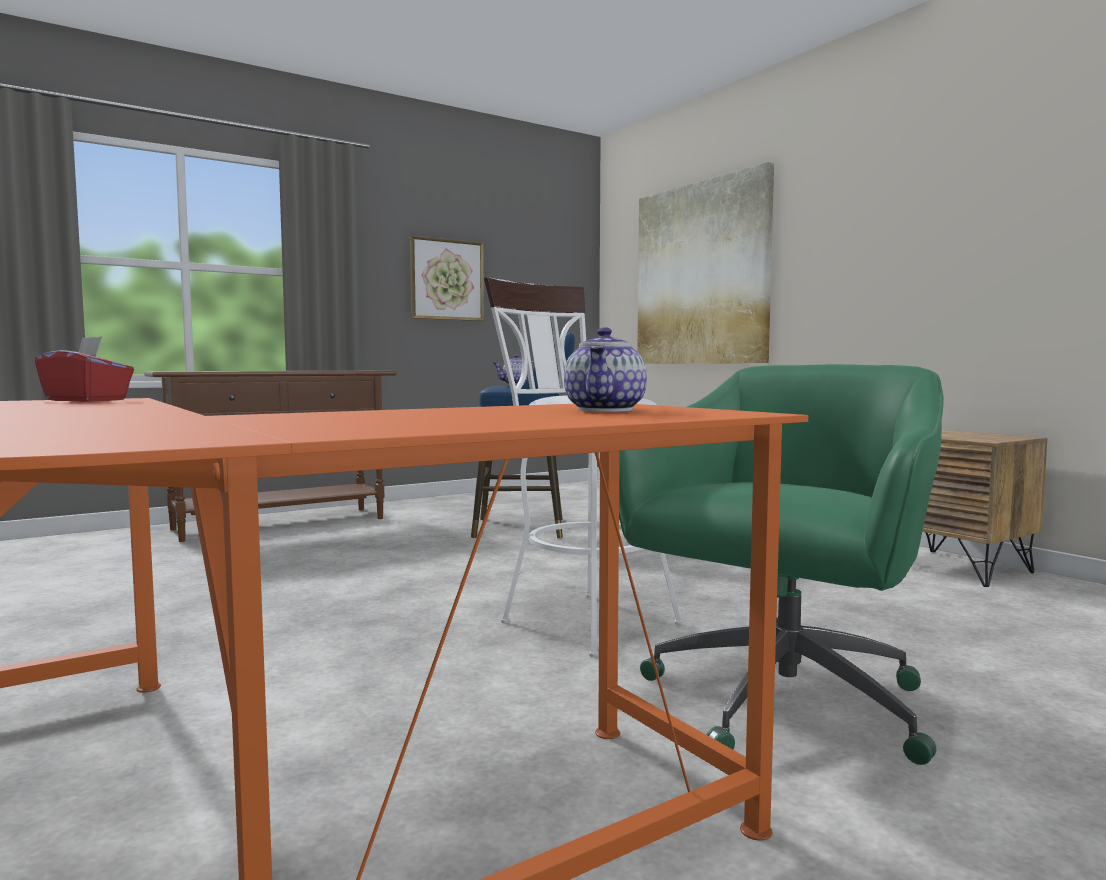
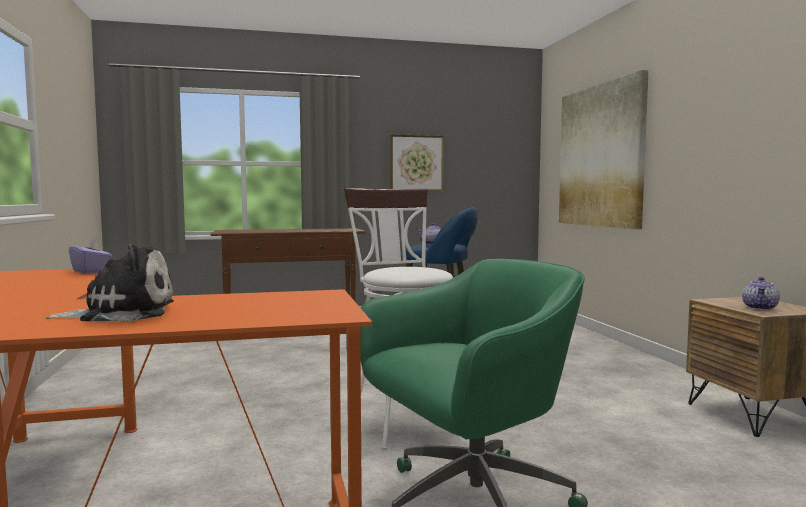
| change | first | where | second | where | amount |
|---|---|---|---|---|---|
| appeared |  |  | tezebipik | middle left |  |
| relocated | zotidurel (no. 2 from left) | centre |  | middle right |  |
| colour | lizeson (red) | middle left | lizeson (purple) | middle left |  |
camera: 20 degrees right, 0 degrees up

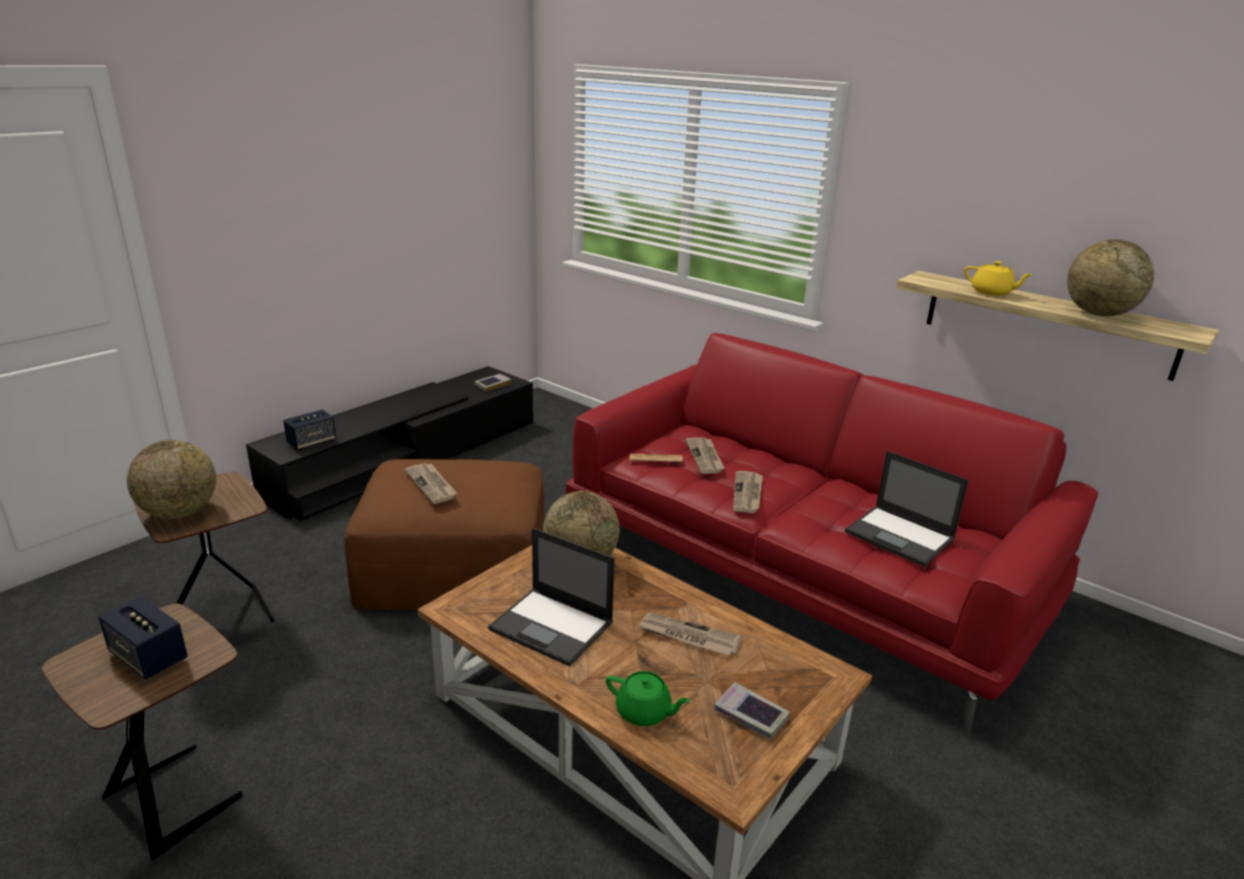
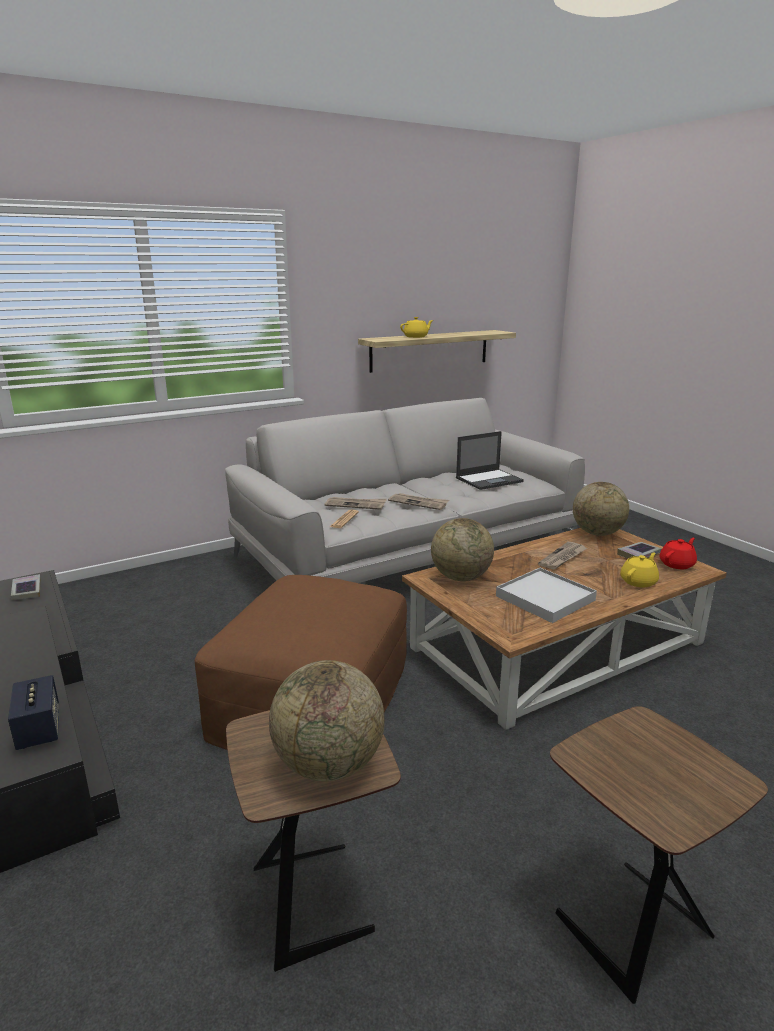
| change | first | where | second | where | amount |
|---|---|---|---|---|---|
| missing | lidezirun (no. 1 from left) | bottom left |  |  |  |
| missing | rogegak (no. 1 from left) | centre |  |  |  |
| appeared |  |  | zotidurel (red) | middle right |  |
| relocated | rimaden (no. 3 from left) | top right |  | middle right |  |
| exchanged | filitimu (no. 1 from left) | bottom centre | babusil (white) | middle right |  |
| colour | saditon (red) | middle right | saditon (grey) | centre |  |
| colour | zotidurel (green) | bottom centre | zotidurel (yellow) (no. 2 from left) | middle right |  |
camera: 70 degrees left, 5 degrees down

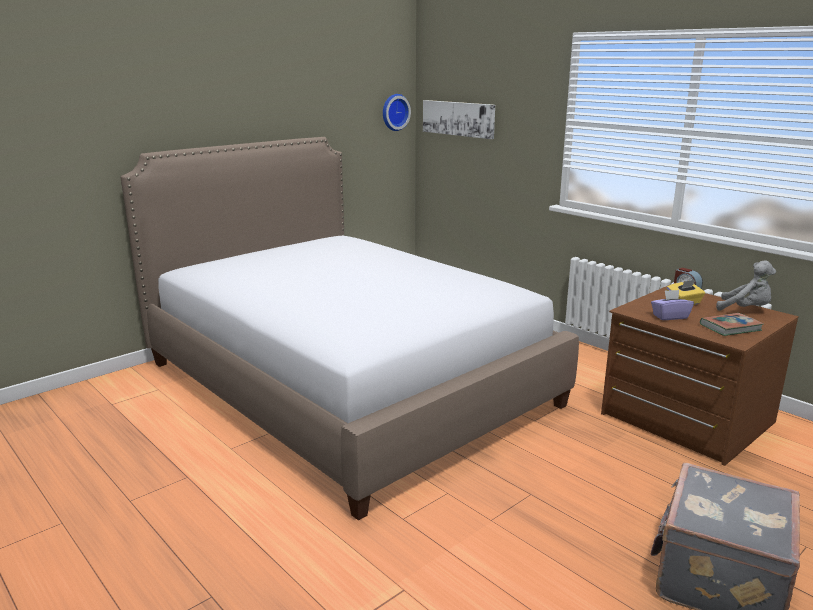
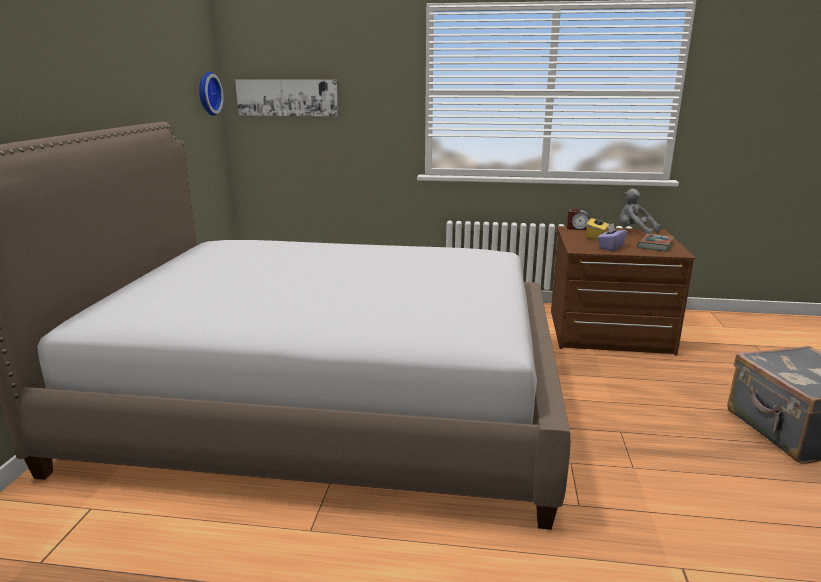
| change | first | where | second | where | amount |
|---|---|---|---|---|---|
| spun | tezebipik (grey) | middle right |  | middle right | 135 degrees counterclockwise |
camera: 40 degrees left, 0 degrees up

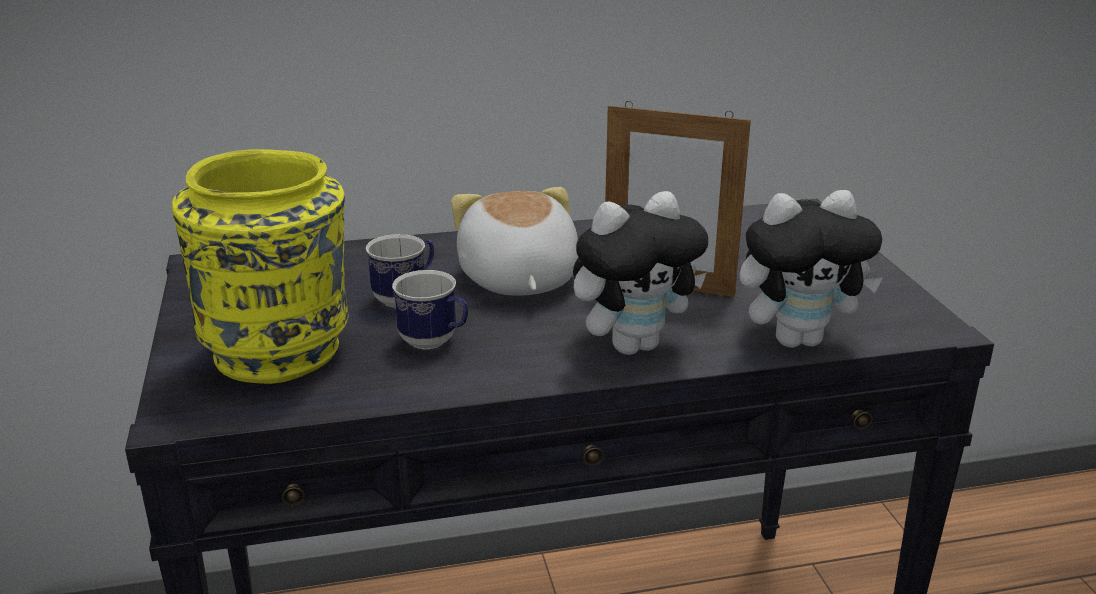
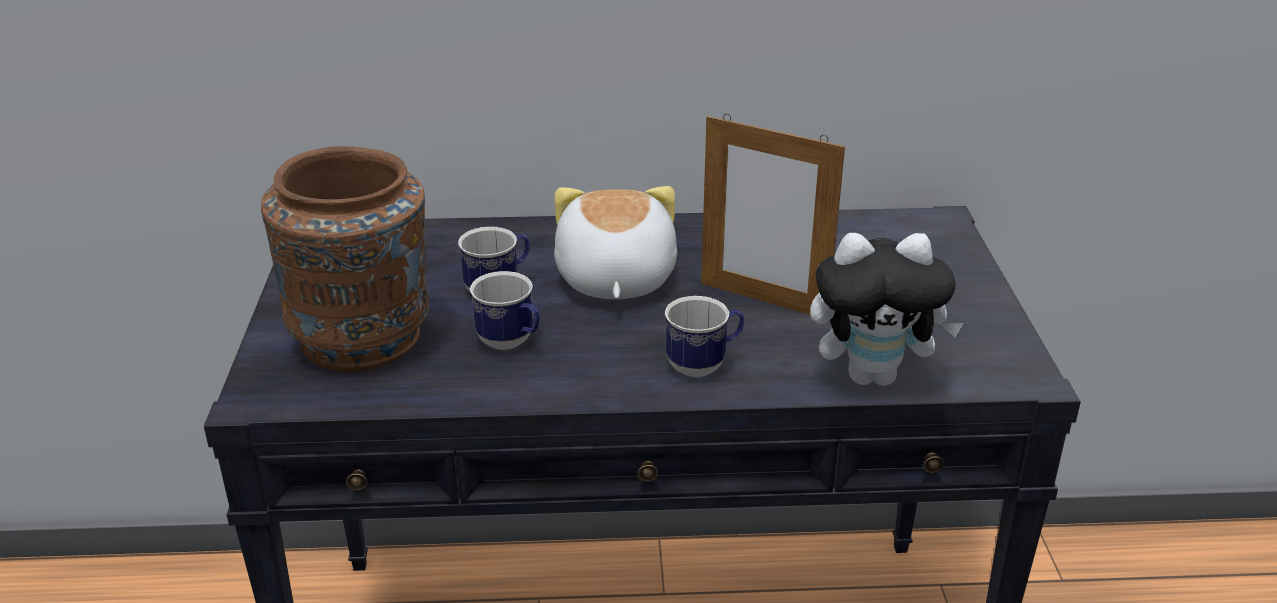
| change | first | where | second | where | amount |
|---|---|---|---|---|---|
| exchanged | tezebipik (no. 2 from left) | centre | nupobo (no. 3 from left) | centre |  |
| colour | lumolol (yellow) | middle left | lumolol (brown) | middle left |  |
camera: 10 degrees right, 5 degrees up

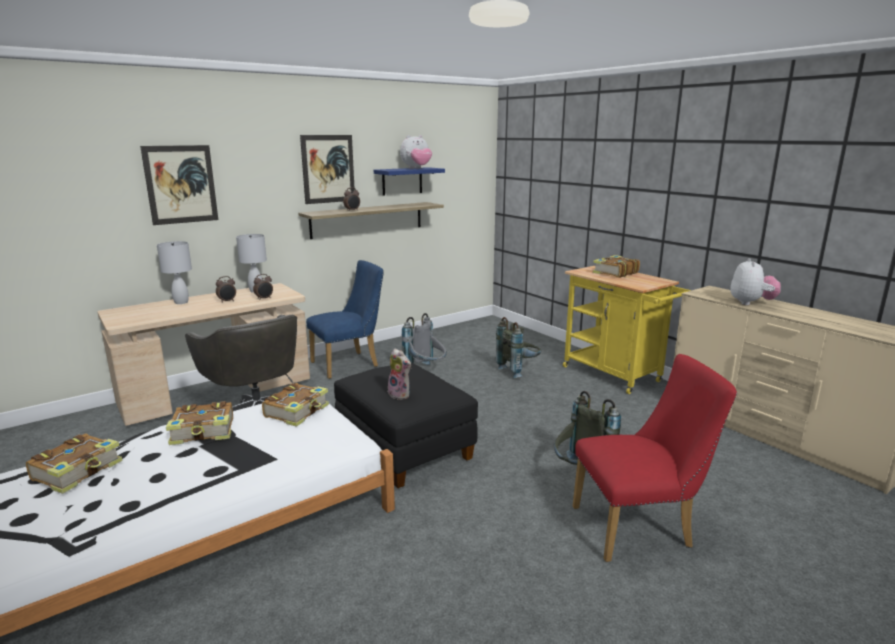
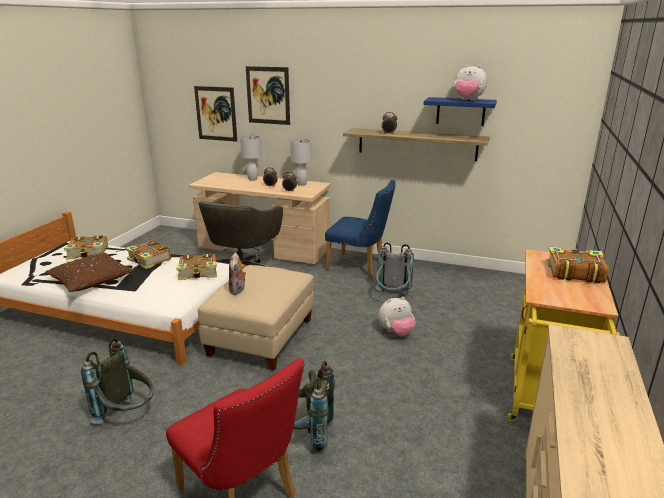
| change | first | where | second | where | amount |
|---|---|---|---|---|---|
| appeared |  |  | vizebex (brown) | middle left |  |
| relocated | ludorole (no. 2 from left in the first image) | top centre | ludorole (no. 1 from left) | top left |  |
| relocated | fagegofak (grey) (no. 2 from left in the first image) | centre | fagegofak (grey) (no. 1 from left) | bottom left |  |
| relocated | tezebipik (no. 3 from left in the first image) | middle right | tezebipik (no. 2 from left) | centre |  |
| colour | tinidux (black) | centre | tinidux (beige) | centre |  |
camera: 55 degrees right, 5 degrees up

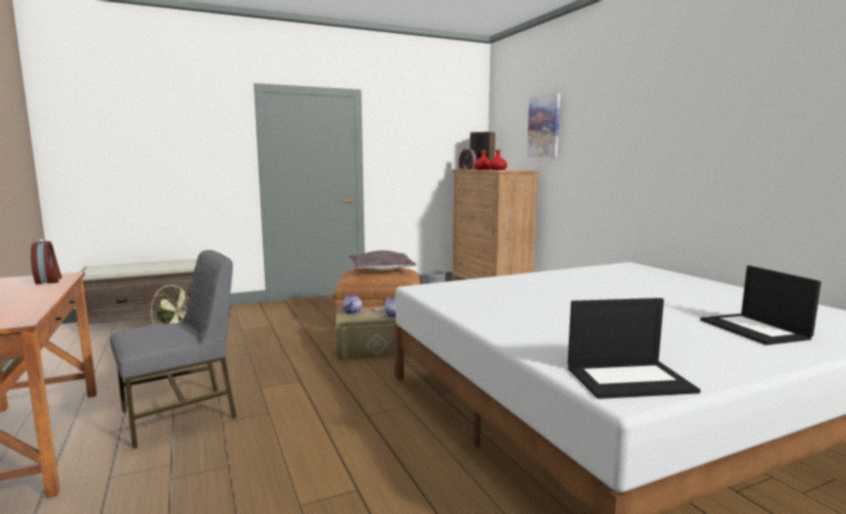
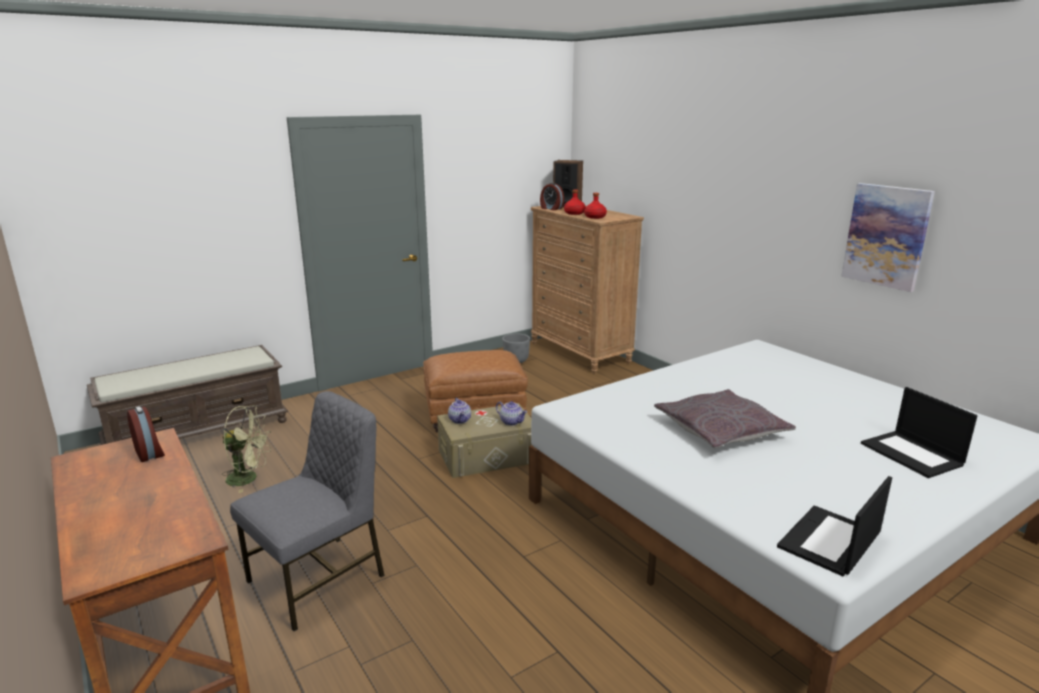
| change | first | where | second | where | amount |
|---|---|---|---|---|---|
| relocated | vizebex (grey) | centre |  | middle right |  |
| relocated | ludorole | top centre |  | middle right |  |
| spun | filitimu (no. 1 from left) | bottom right |  | bottom right | 150 degrees clockwise |
camera: 10 degrees left, 10 degrees up

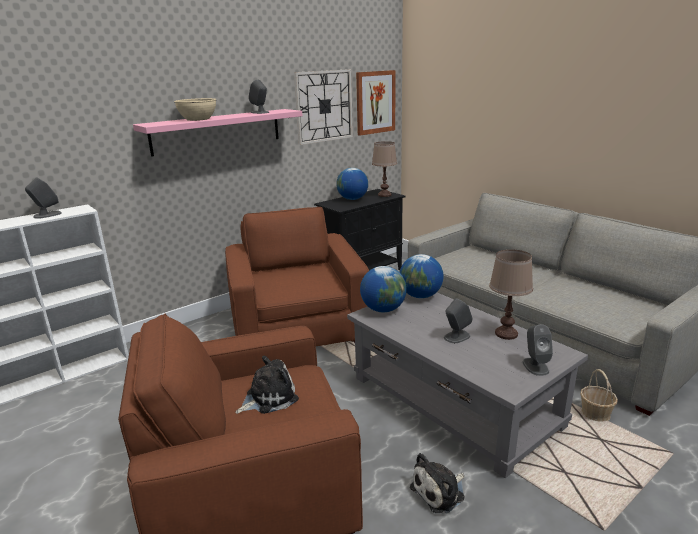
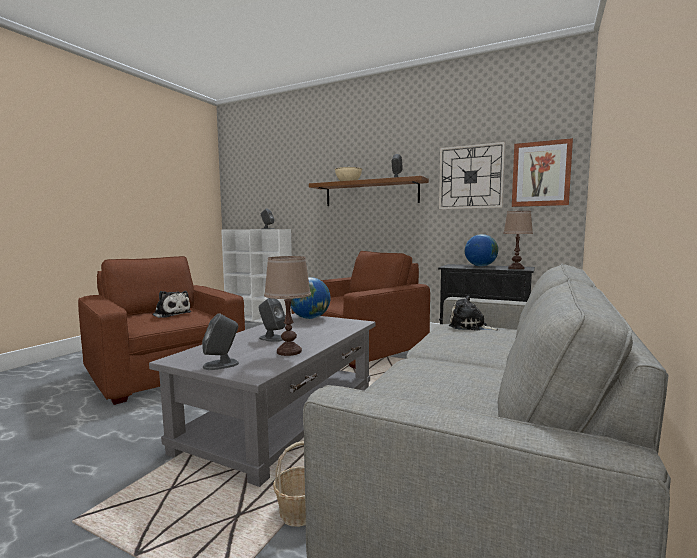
| change | first | where | second | where | amount |
|---|---|---|---|---|---|
| missing | rimaden (no. 3 from left) | centre |  |  |  |
| relocated | tezebipik (no. 2 from left) | bottom centre |  | middle right |  |
| colour | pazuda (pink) | top left | pazuda (brown) | centre |  |
camera: 65 degrees right, 15 degrees down

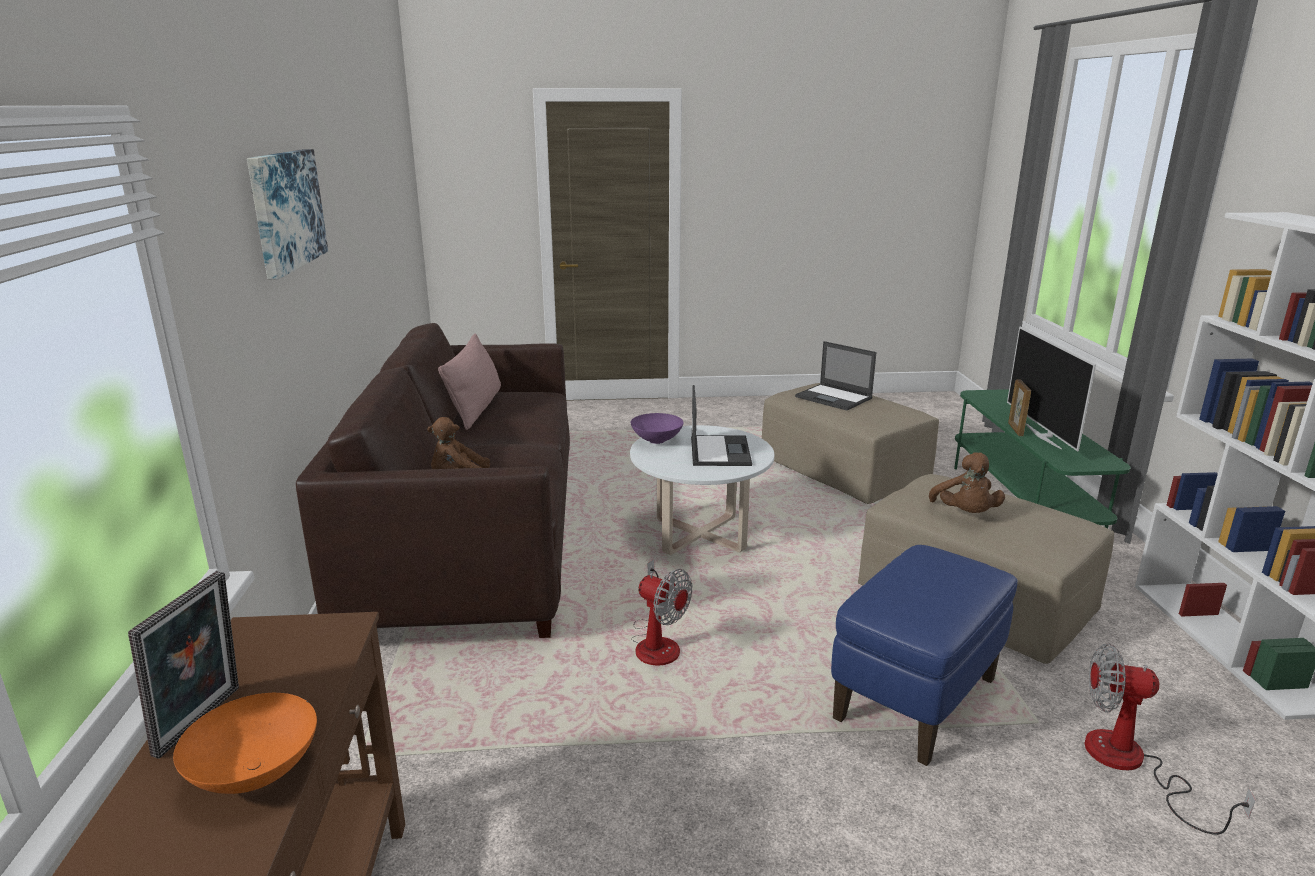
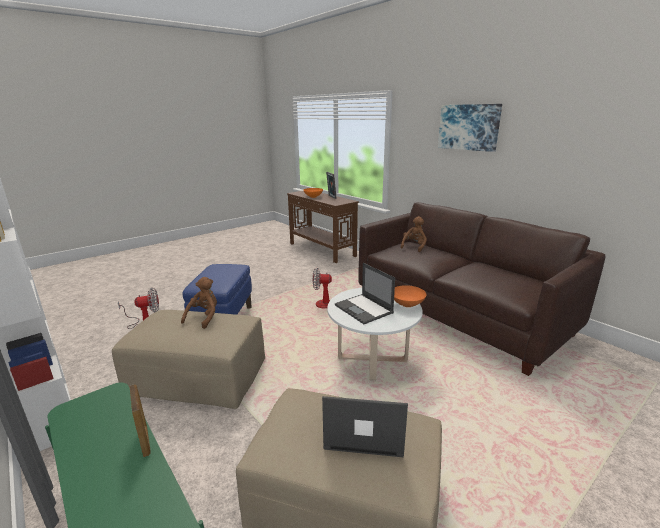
| change | first | where | second | where | amount |
|---|---|---|---|---|---|
| missing | vizebex (pink) | centre |  |  |  |
| missing | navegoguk | middle right |  |  |  |
| colour | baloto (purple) | centre | baloto (orange) (no. 2 from left) | centre |  |
| spun | tezebipik (brown) (no. 2 from left in the first image) | middle right | tezebipik (brown) (no. 1 from left) | middle left | 60 degrees clockwise |
camera: 145 degrees right, 0 degrees up

